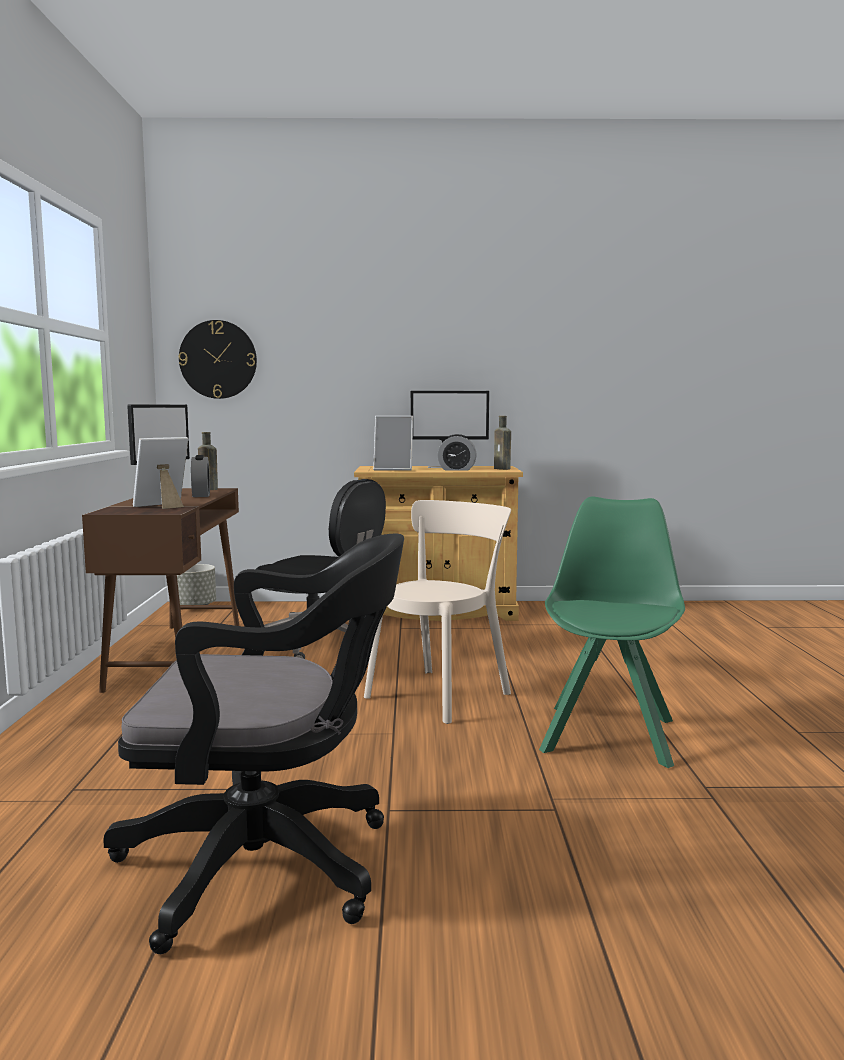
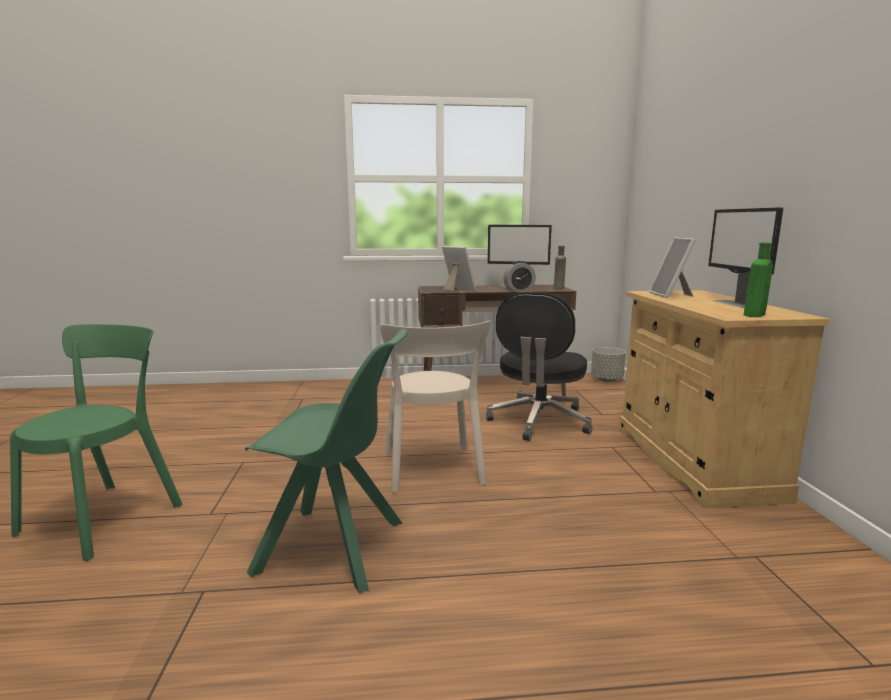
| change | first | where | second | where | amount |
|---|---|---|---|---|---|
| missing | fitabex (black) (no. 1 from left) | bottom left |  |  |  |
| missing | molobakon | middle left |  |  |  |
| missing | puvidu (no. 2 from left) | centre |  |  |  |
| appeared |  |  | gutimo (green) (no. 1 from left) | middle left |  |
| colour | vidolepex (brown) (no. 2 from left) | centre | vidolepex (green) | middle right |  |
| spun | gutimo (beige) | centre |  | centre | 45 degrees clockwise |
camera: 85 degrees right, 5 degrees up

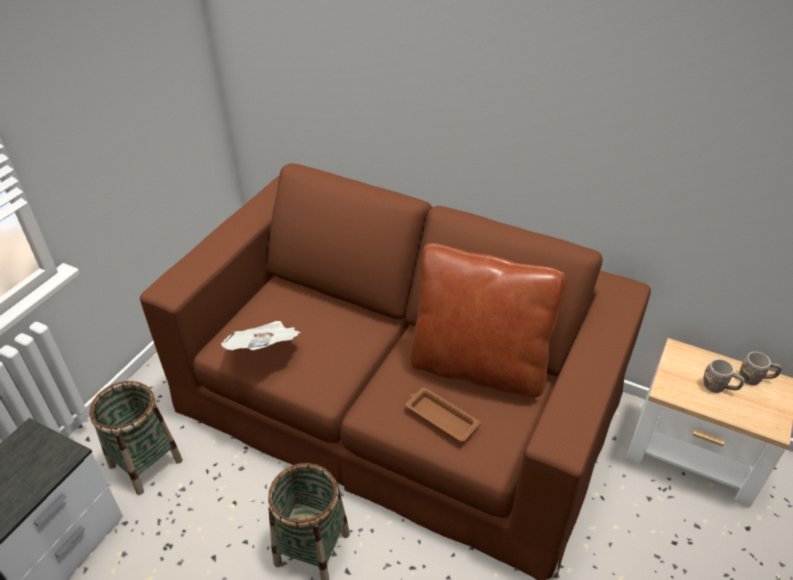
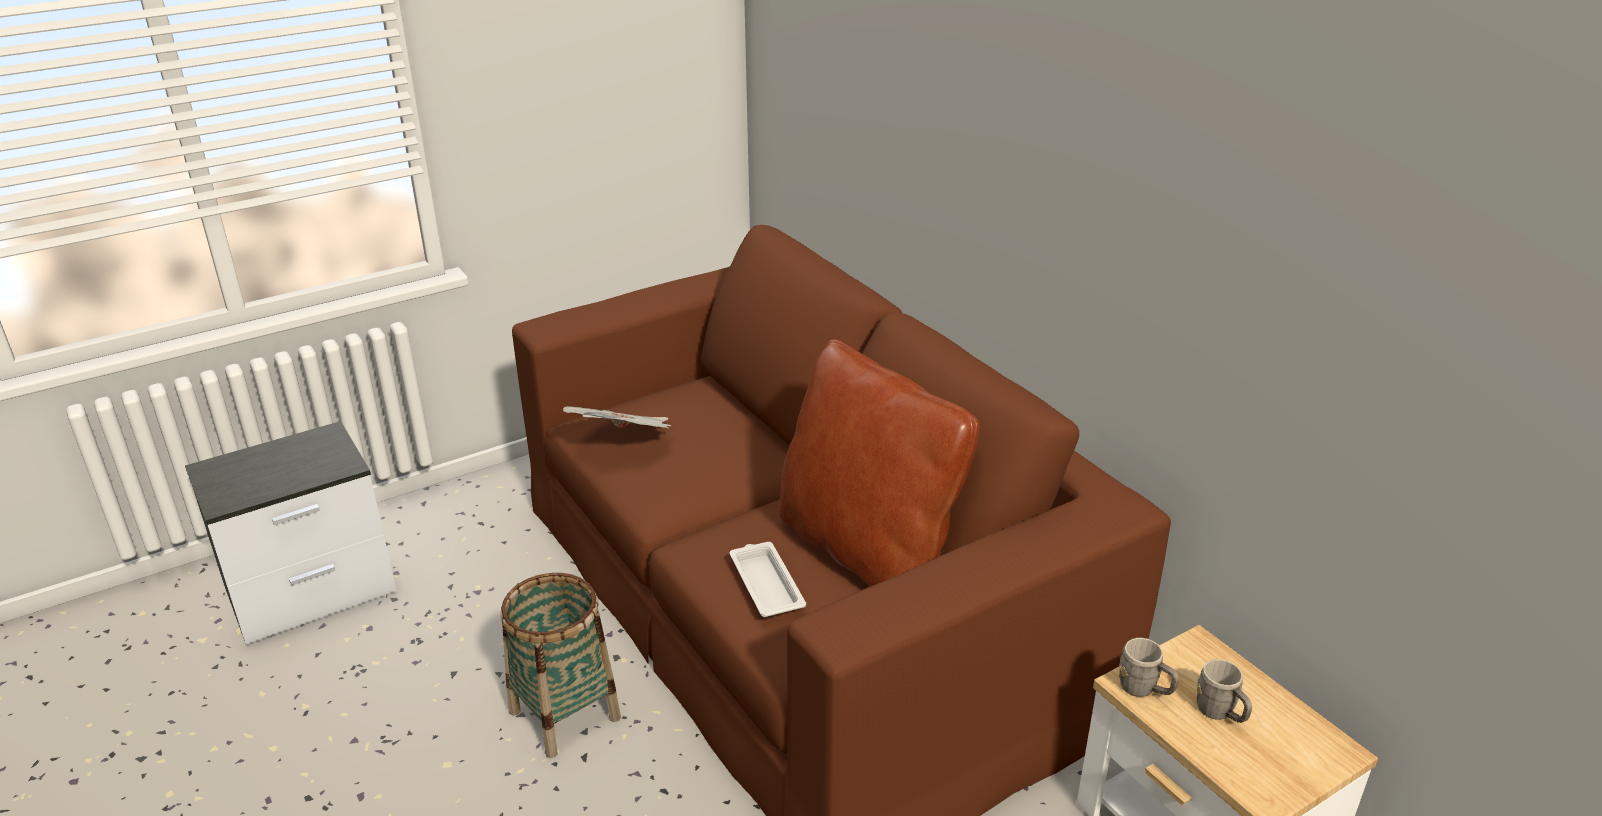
| change | first | where | second | where | amount |
|---|---|---|---|---|---|
| missing | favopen (no. 1 from left) | bottom left |  |  |  |
| relocated | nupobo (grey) (no. 2 from left in the first image) | middle right | nupobo (grey) (no. 1 from left) | bottom right |  |
| colour | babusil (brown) | bottom centre | babusil (white) | bottom centre |  |
camera: 30 degrees right, 10 degrees down

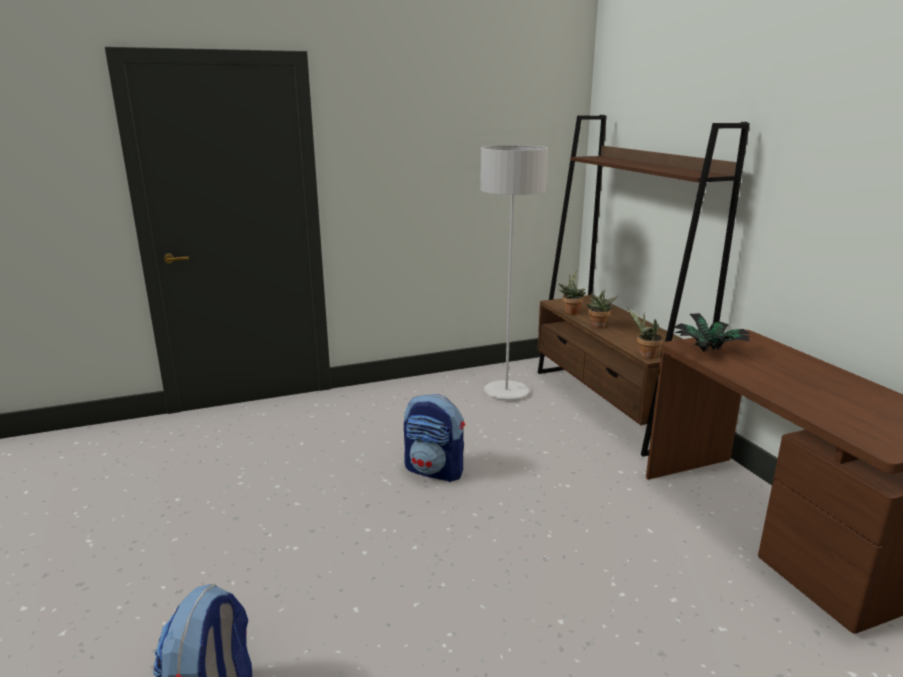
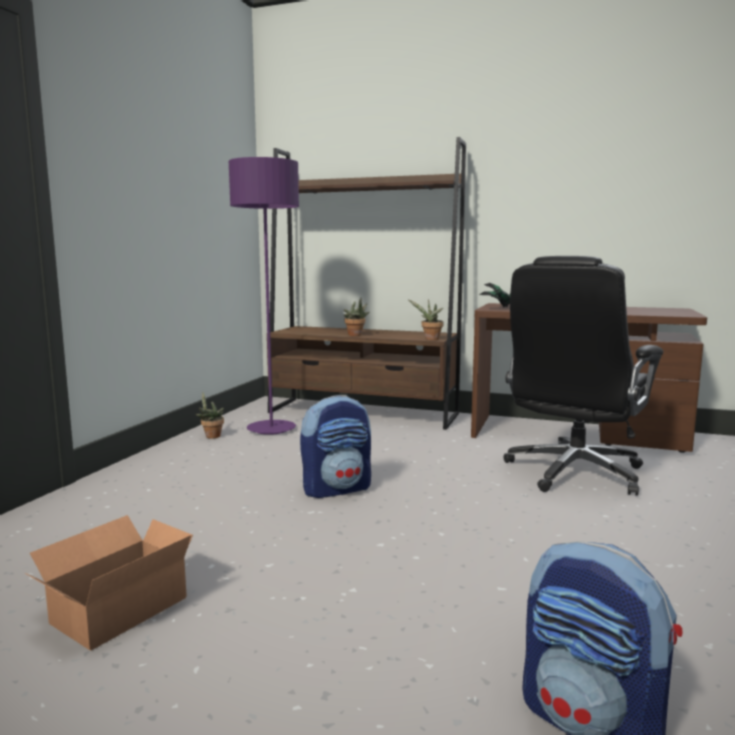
| change | first | where | second | where | amount |
|---|---|---|---|---|---|
| appeared |  |  | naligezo | bottom left |  |
| appeared |  |  | fitabex (black) | middle right |  |
| relocated | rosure (no. 1 from left) | centre |  | middle left |  |
| colour | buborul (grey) | centre | buborul (purple) | centre |  |
camera: 50 degrees left, 10 degrees down

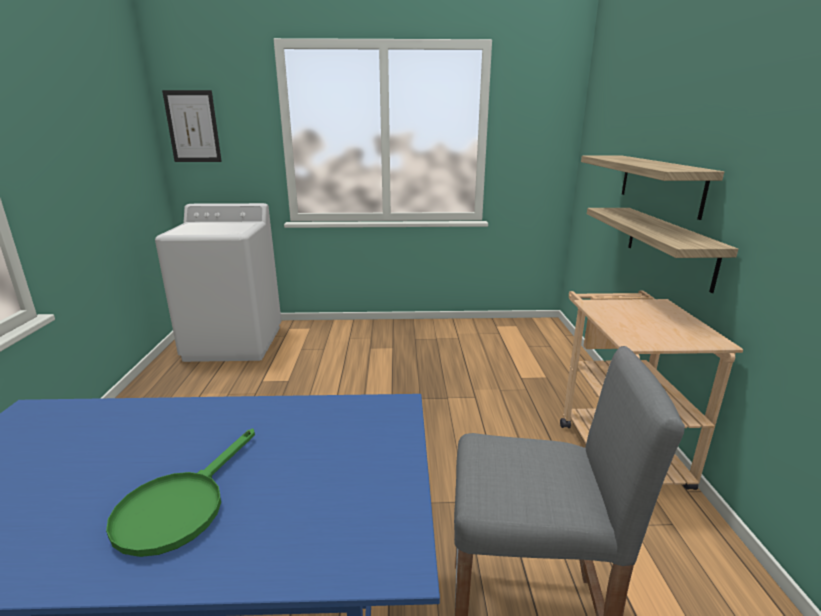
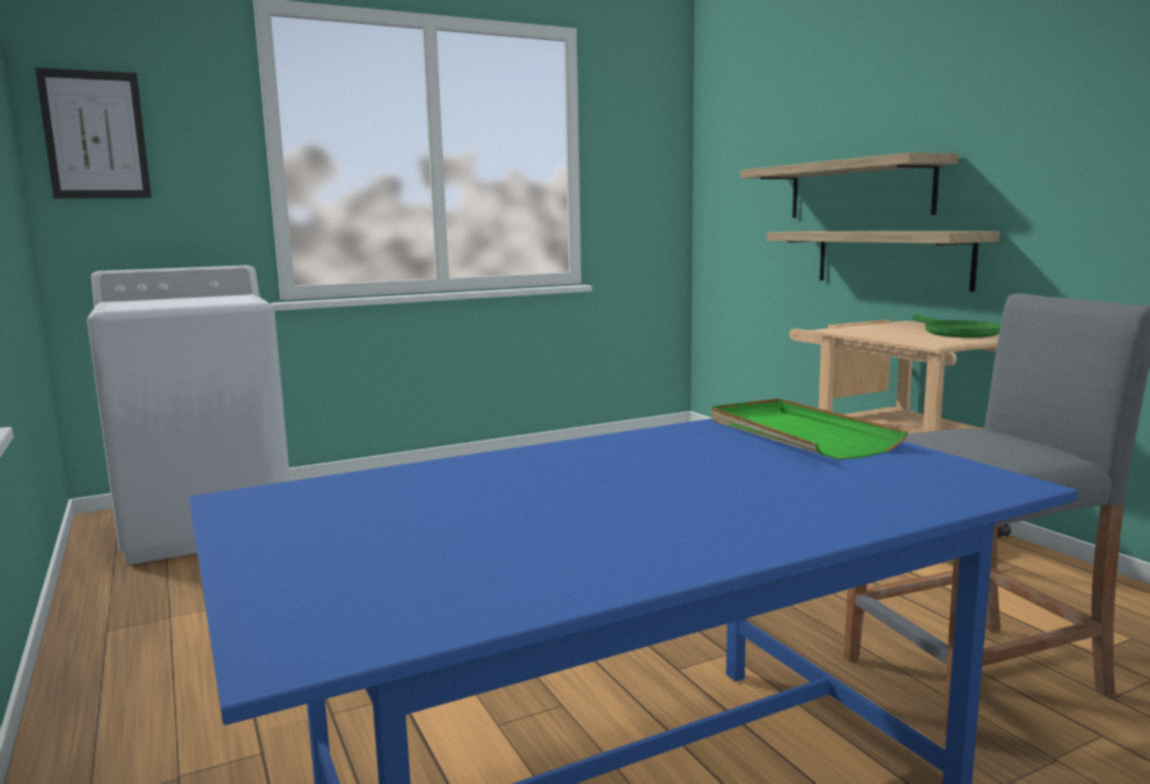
| change | first | where | second | where | amount |
|---|---|---|---|---|---|
| appeared |  |  | babusil (green) | middle right |  |
| relocated | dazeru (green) | bottom left |  | middle right |  |
camera: 25 degrees left, 10 degrees down

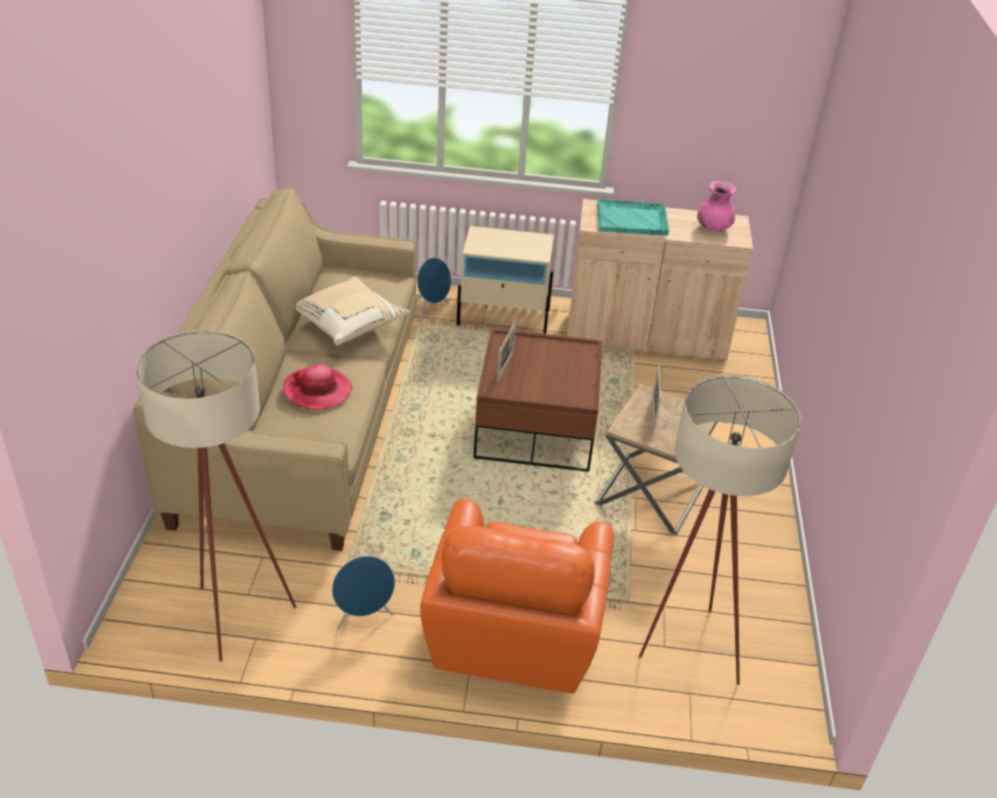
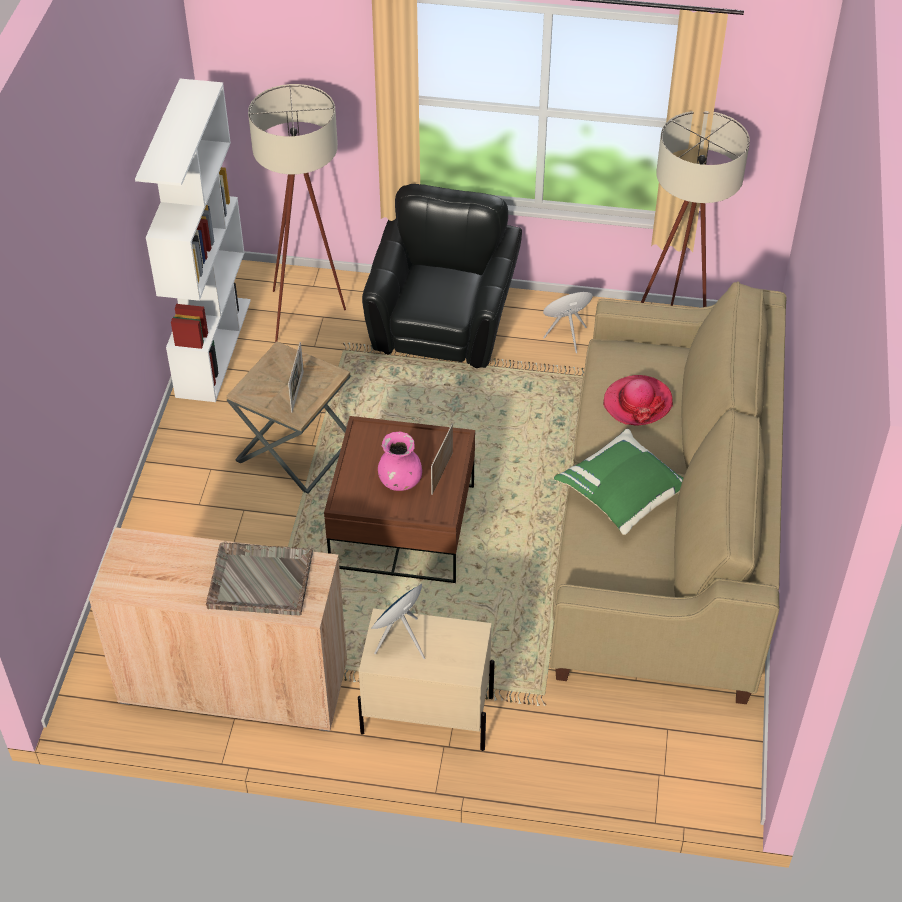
| change | first | where | second | where | amount |
|---|---|---|---|---|---|
| appeared |  |  | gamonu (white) | top left |  |
| relocated | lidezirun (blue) (no. 2 from left in the first image) | centre | lidezirun (blue) (no. 1 from left) | bottom centre |  |
| relocated | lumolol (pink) | top right |  | centre |  |
| colour | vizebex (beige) | centre | vizebex (green) | middle right |  |
| colour | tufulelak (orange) | bottom centre | tufulelak (black) | top centre |  |
| colour | babusil (turquoise) | top centre | babusil (grey) | middle left |  |
camera: 175 degrees left, 10 degrees up

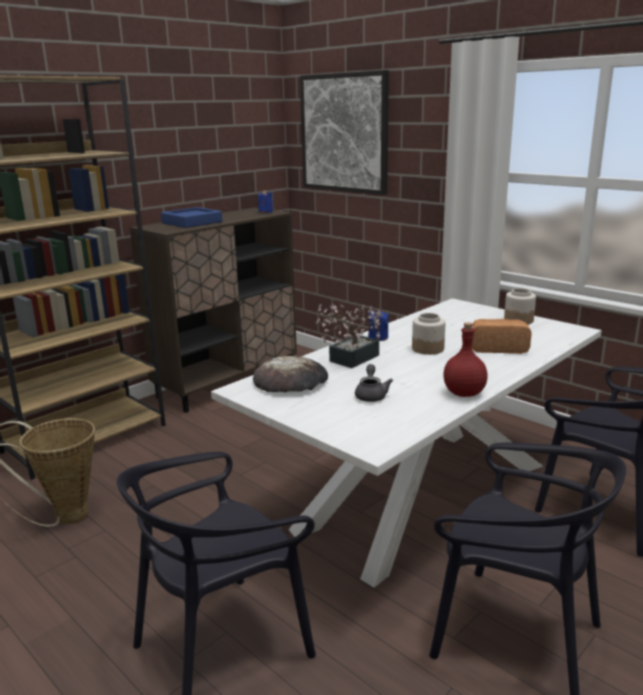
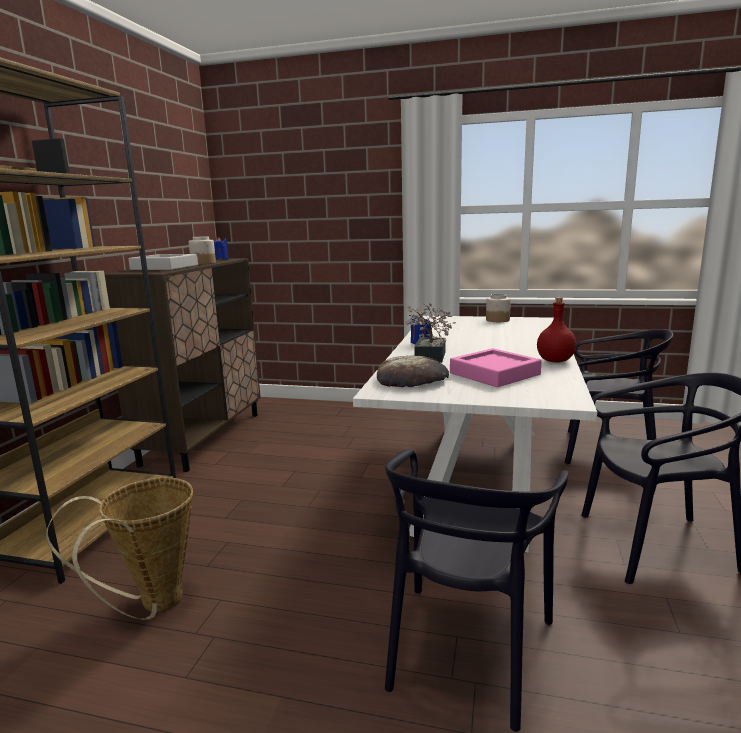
| change | first | where | second | where | amount |
|---|---|---|---|---|---|
| missing | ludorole | top centre |  |  |  |
| missing | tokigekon (no. 2 from left) | middle right |  |  |  |
| relocated | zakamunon (no. 1 from left) | centre |  | middle left |  |
| exchanged | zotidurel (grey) | centre | babusil (pink) | middle right |  |
| colour | babusil (blue) | top left | babusil (grey) | middle left |  |
camera: 30 degrees left, 5 degrees down

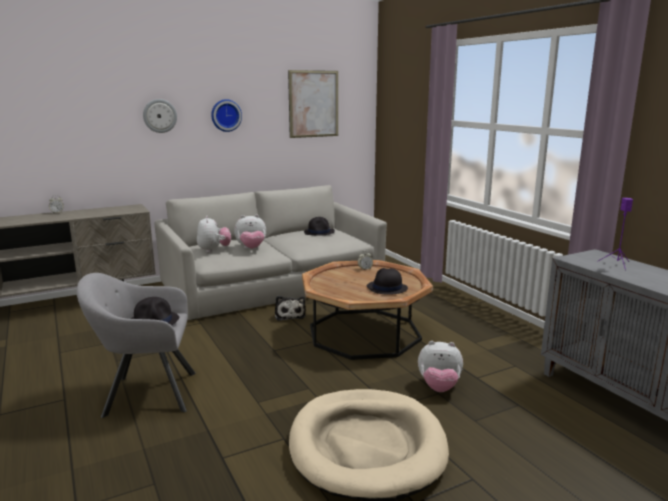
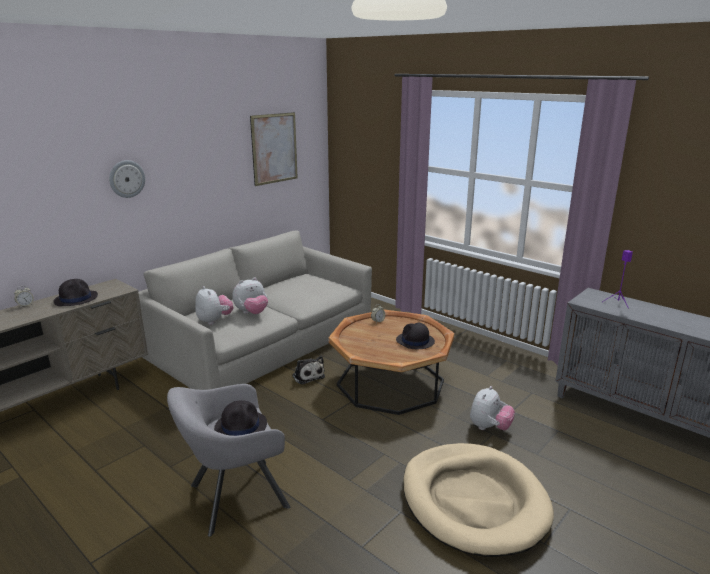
| change | first | where | second | where | amount |
|---|---|---|---|---|---|
| missing | molobakon (no. 2 from left) | top centre |  |  |  |
| relocated | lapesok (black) (no. 2 from left in the first image) | centre | lapesok (black) (no. 1 from left) | middle left |  |
| spun | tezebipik (no. 4 from left) | bottom centre |  | bottom right | 45 degrees counterclockwise |
camera: 20 degrees left, 5 degrees up

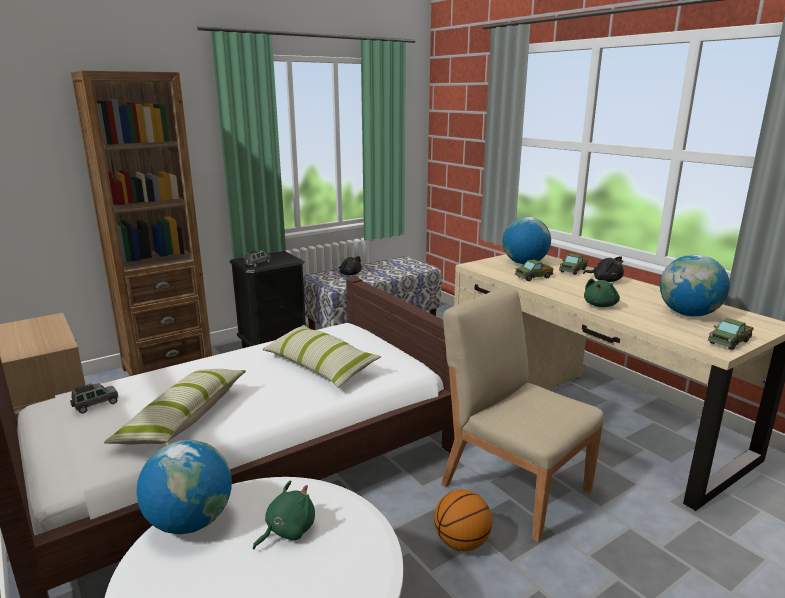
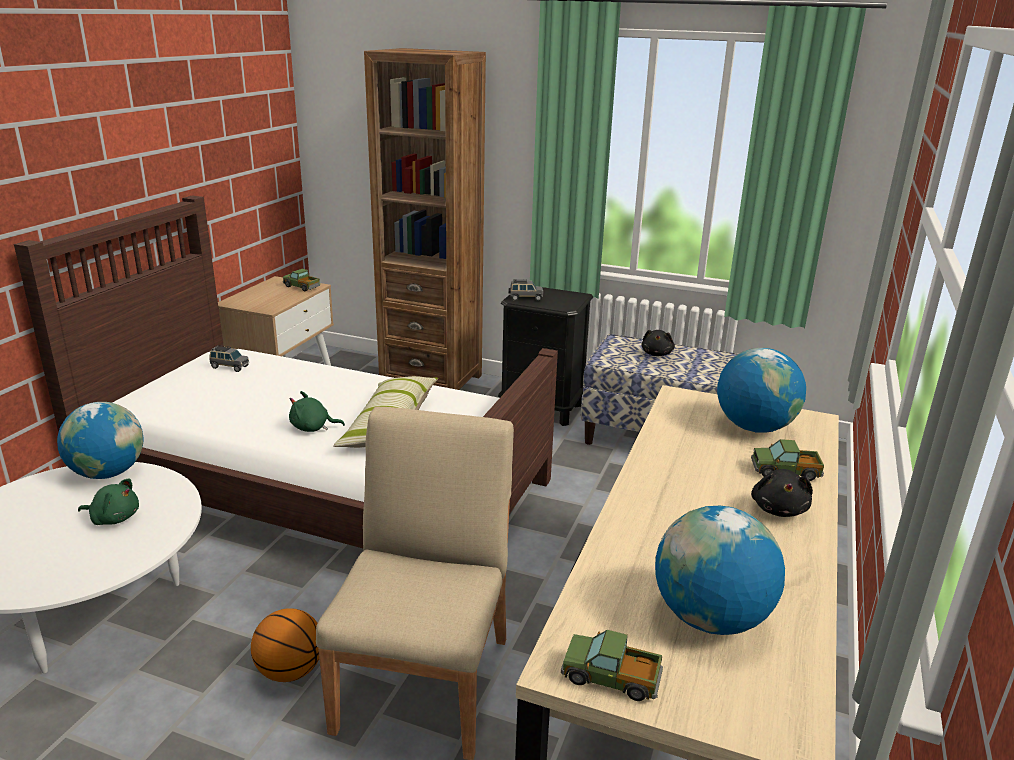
| change | first | where | second | where | amount |
|---|---|---|---|---|---|
| missing | vizebex (no. 1 from left) | bottom left |  |  |  |
| relocated | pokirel (no. 1 from left) | middle right |  | middle left |  |
| relocated | tezebipik (green) (no. 2 from left) | middle right |  | middle left |  |
camera: 55 degrees right, 5 degrees up

